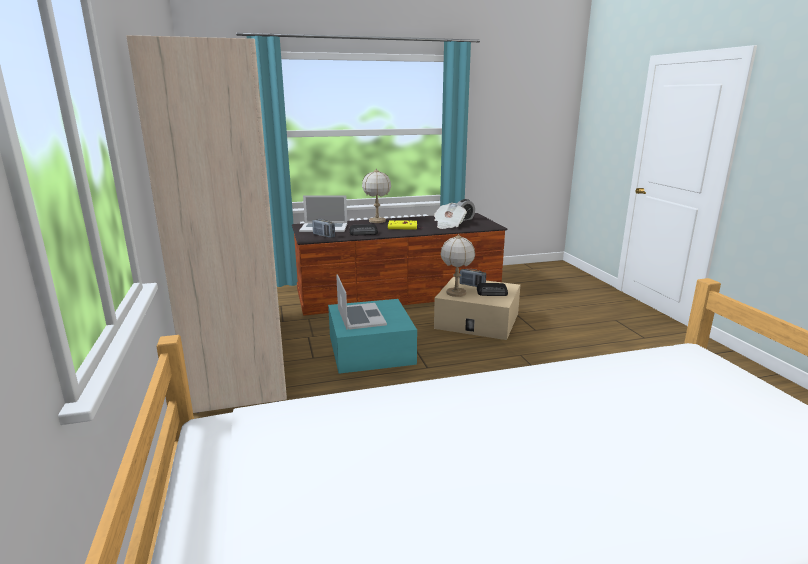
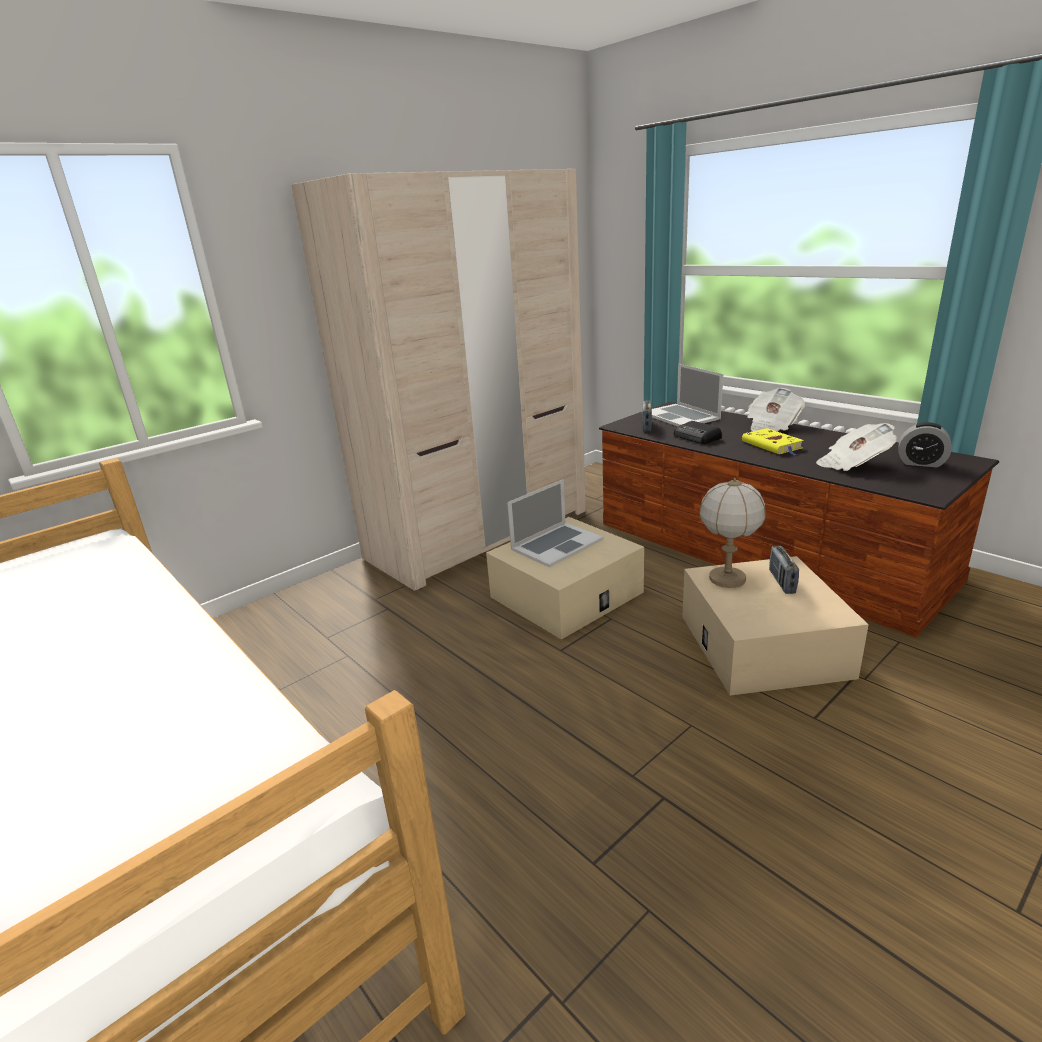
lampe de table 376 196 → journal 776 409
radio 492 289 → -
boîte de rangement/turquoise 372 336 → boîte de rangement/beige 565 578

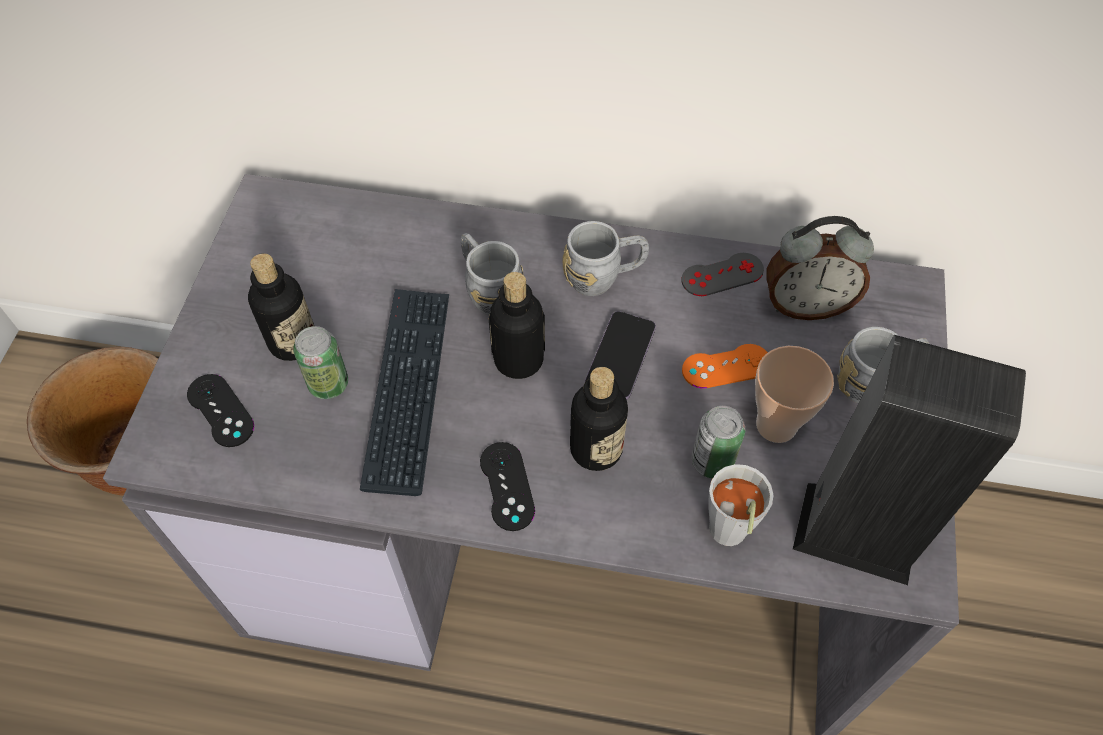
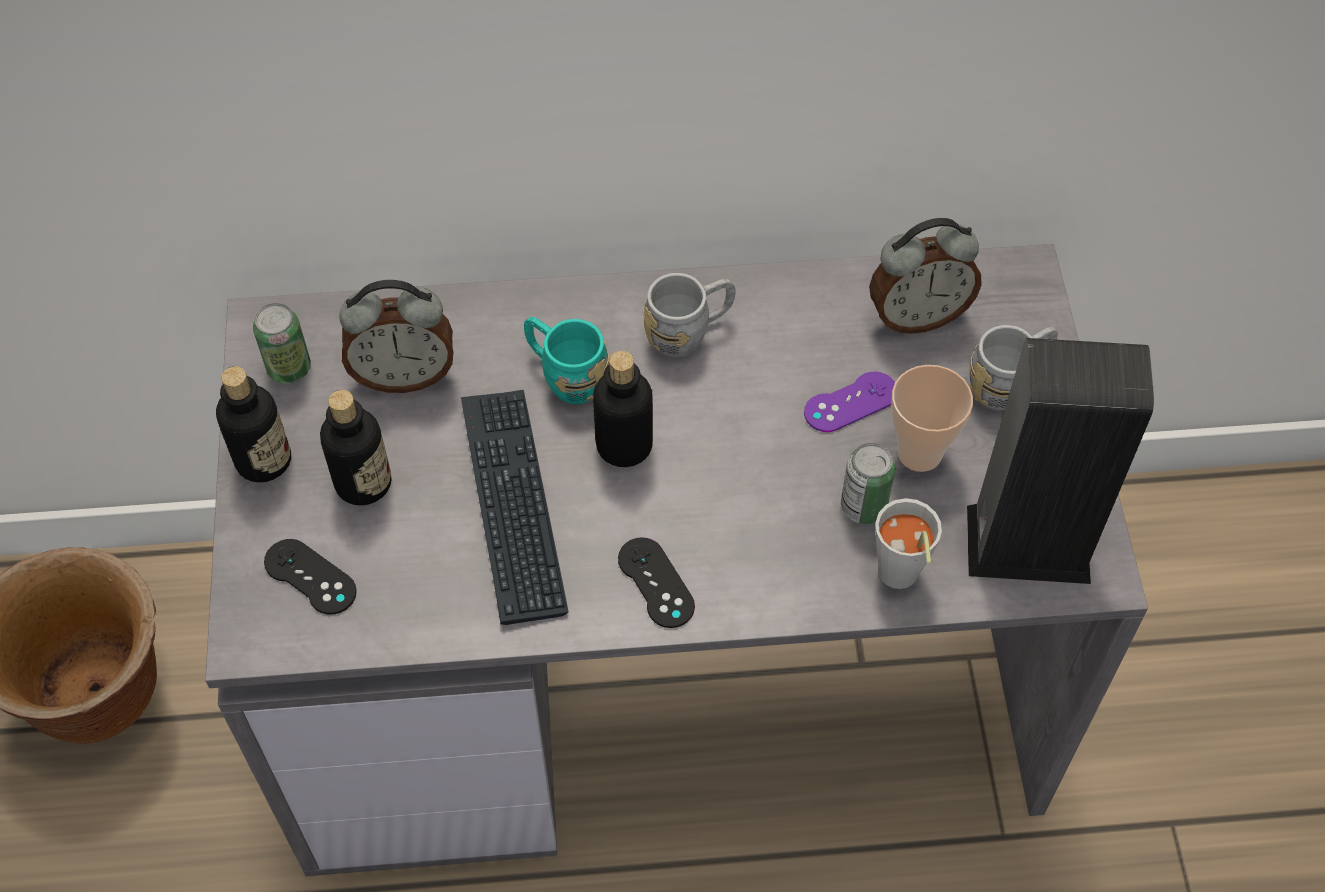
mug/gris 492 274 → mug/turquoise 566 360
manette/gris 722 274 → -
téléphone 620 355 → -
boîte métallique 320 362 → boîte métallique 282 343, move
manette/orange 725 366 → manette/violet 849 402
bouteille 599 419 → bouteille 253 424, move
- → réveil 396 336

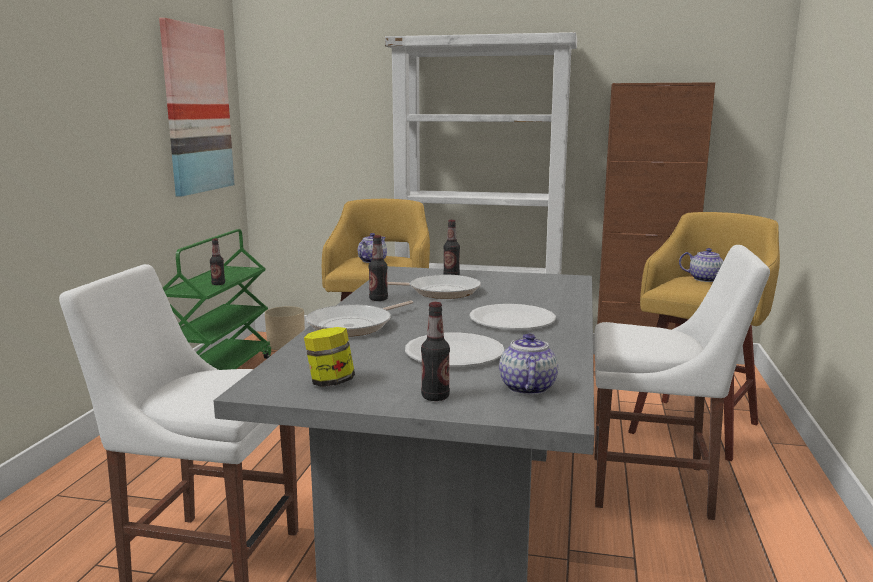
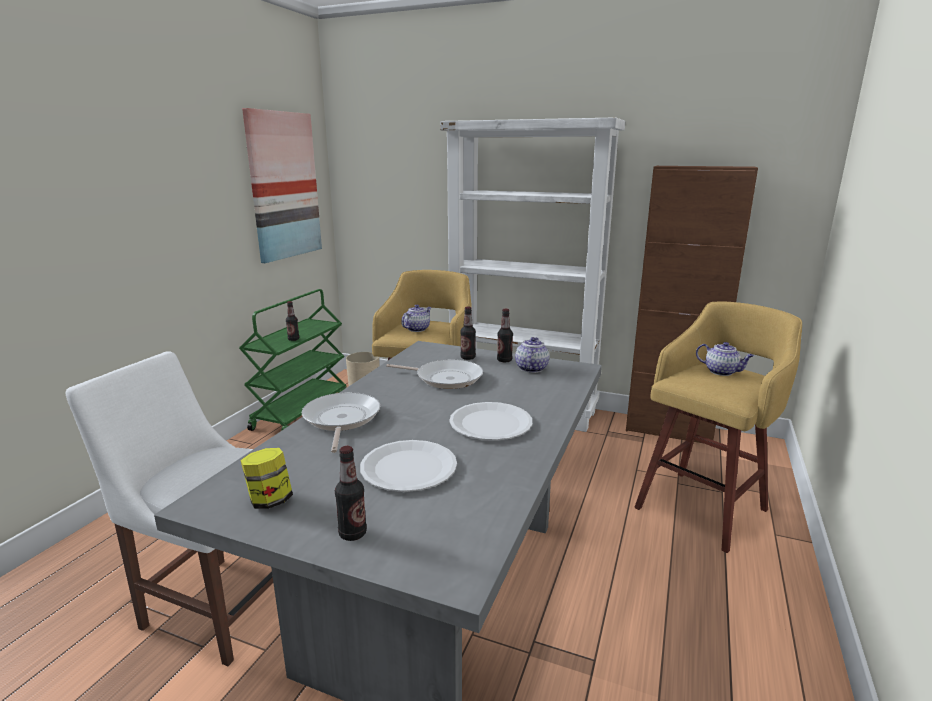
bouteille 378 268 → bouteille 505 336, move
chaise/blanc 682 382 → -
poêle 359 318 → poêle 341 422, 120 degrees clockwise
théière 528 364 → théière 532 355, move

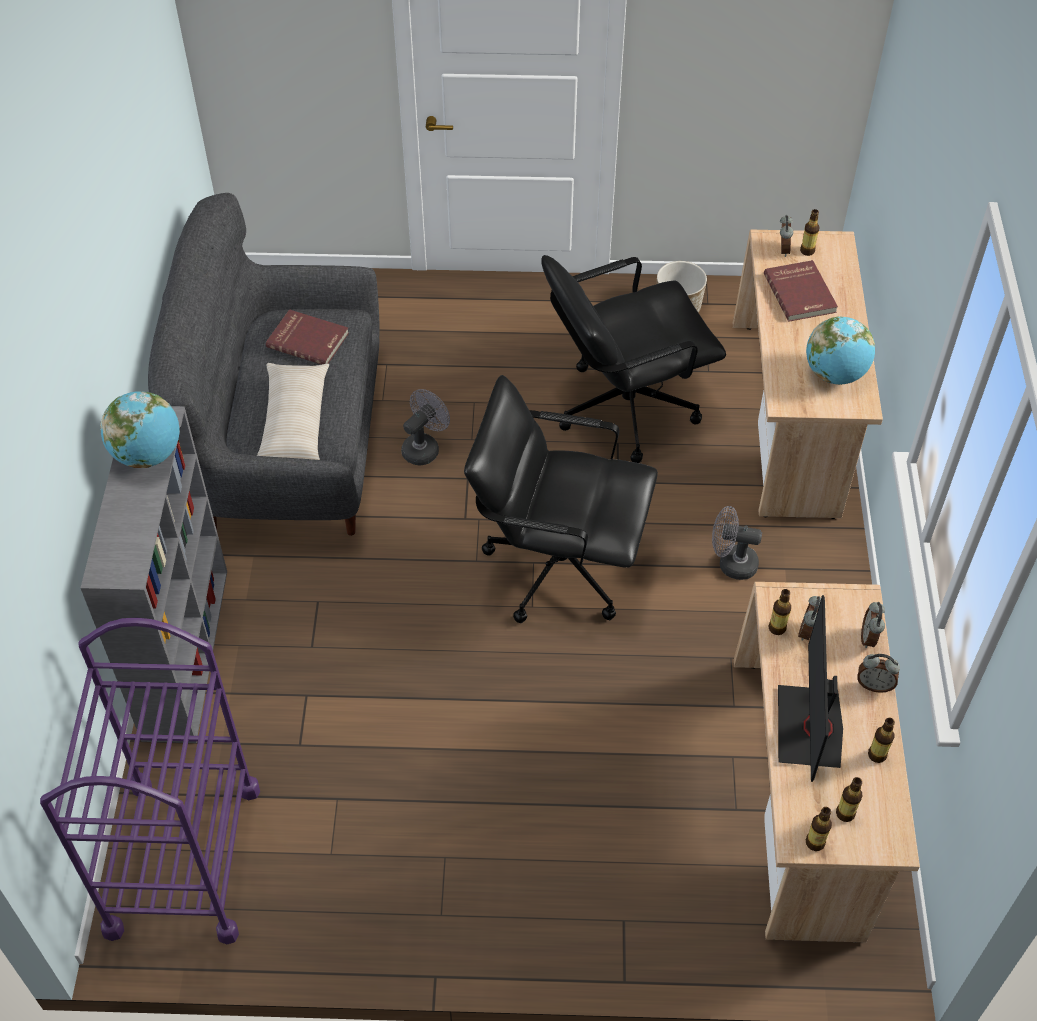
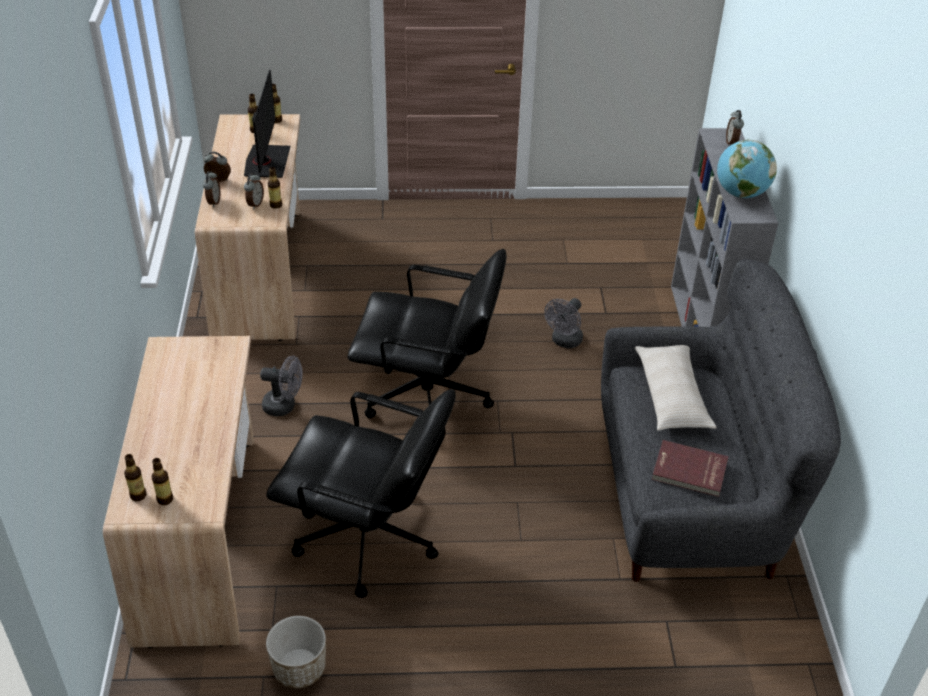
réveil 786 236 → réveil 735 127, move
chaise de bureau/noir 633 359 → chaise de bureau/noir 361 493, 45 degrees clockwise
livre/rouge 801 291 → -
globe 840 350 → -
ventilateur/gris 425 427 → ventilateur/gris 563 323, move
chariot/violet 150 781 → -
bouteille 881 740 → bouteille 135 477, move

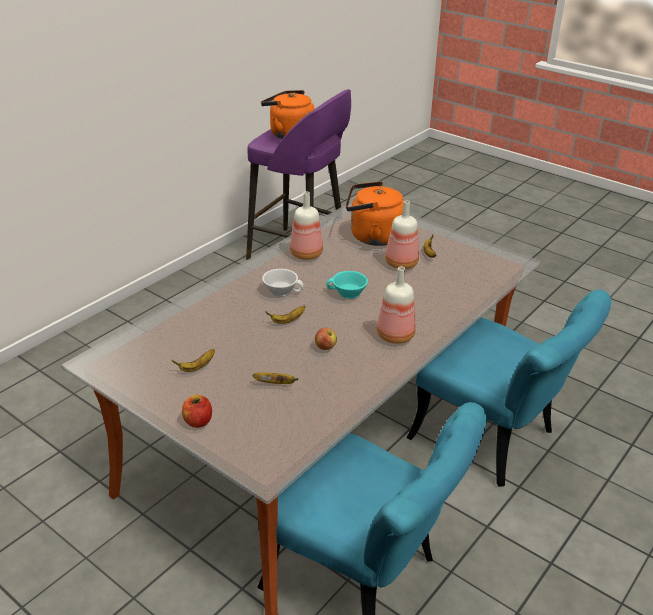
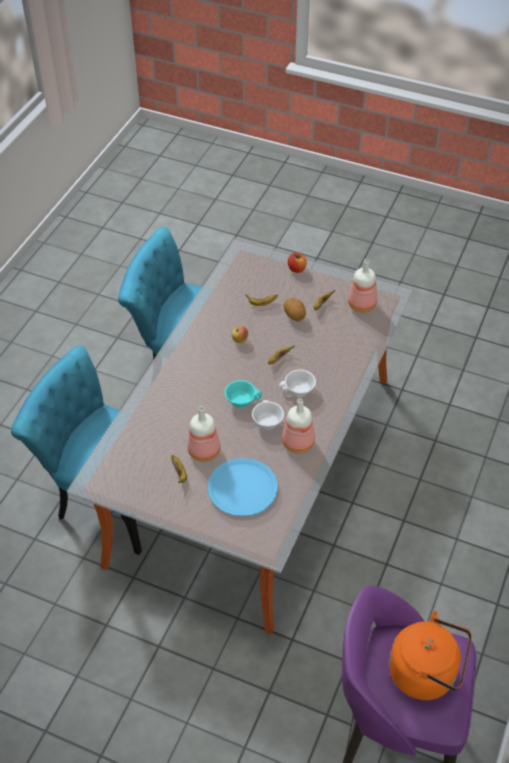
bouilloire/orange 375 213 → assiette/bleu 243 487
bouteille 396 305 → bouteille 362 285, move
- → pomme de terre 294 309
- → tasse/blanc 268 415

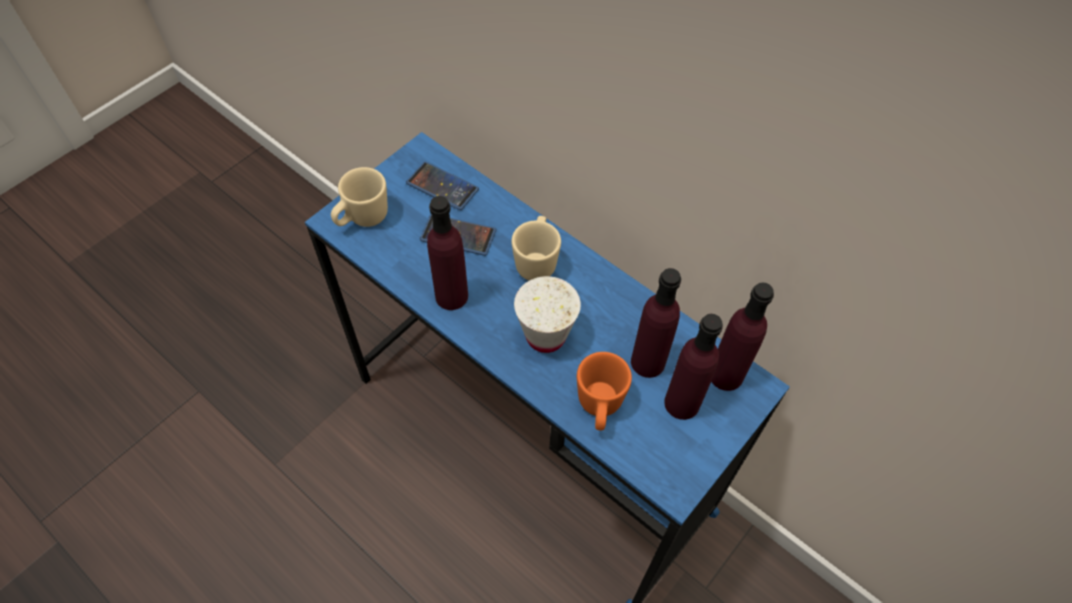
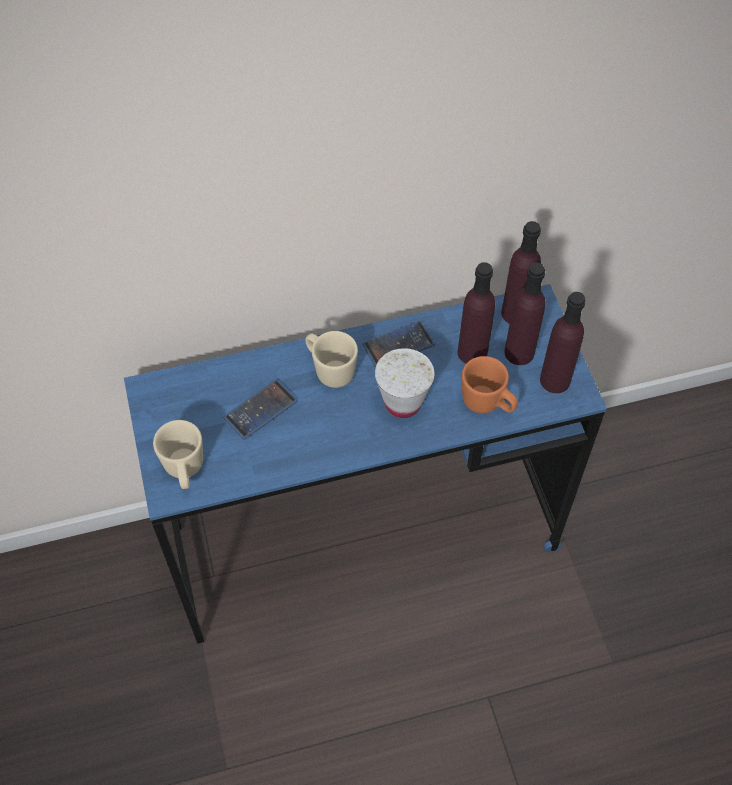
téléphone 442 185 → téléphone 398 343, move
bouteille/violet 447 253 → bouteille/violet 563 342, move

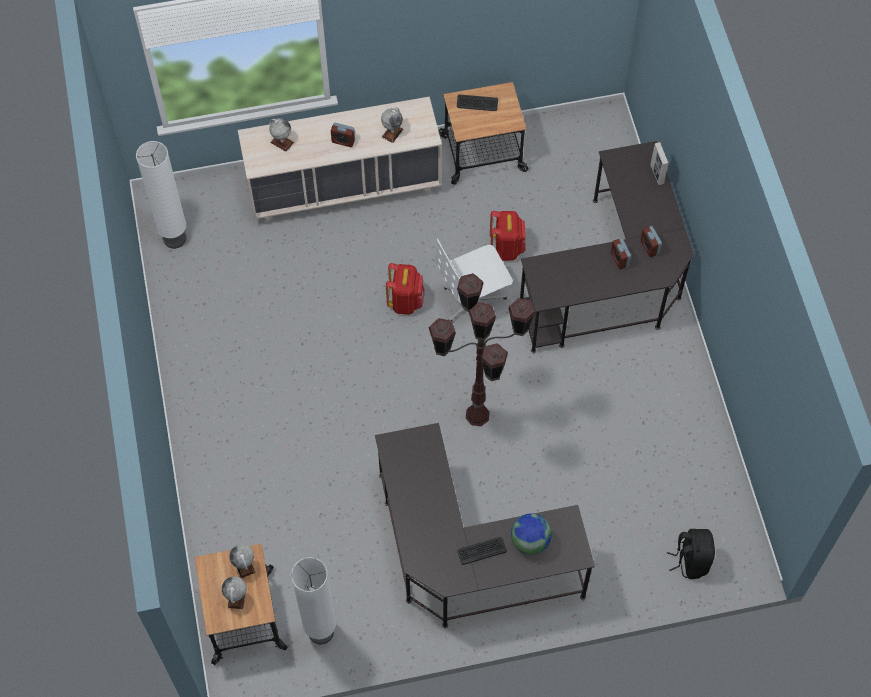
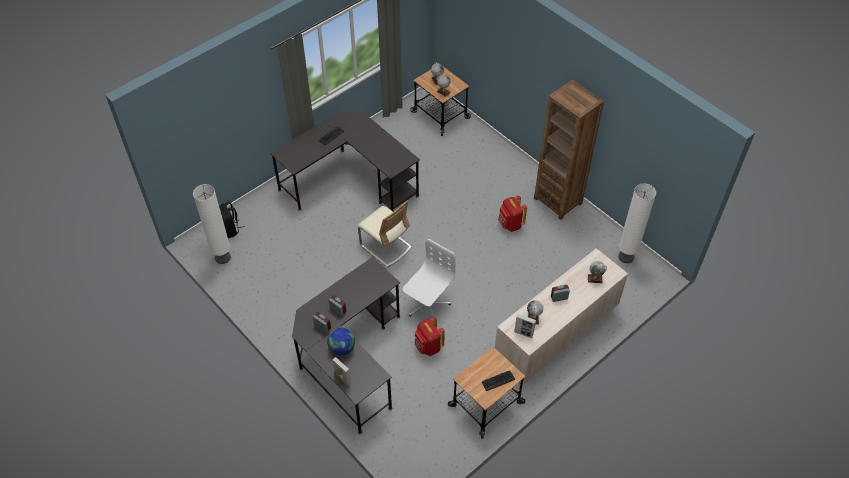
sac à dos/rouge 405 289 → sac à dos/rouge 512 213, move
lampadaire/marron 482 349 → chaise/beige 385 233
globe 531 534 → globe 341 341, move
lampadaire/blanc 313 601 → lampadaire/blanc 212 224, move
- → bibliothèque/marron 569 150
- → cadre photo 525 326

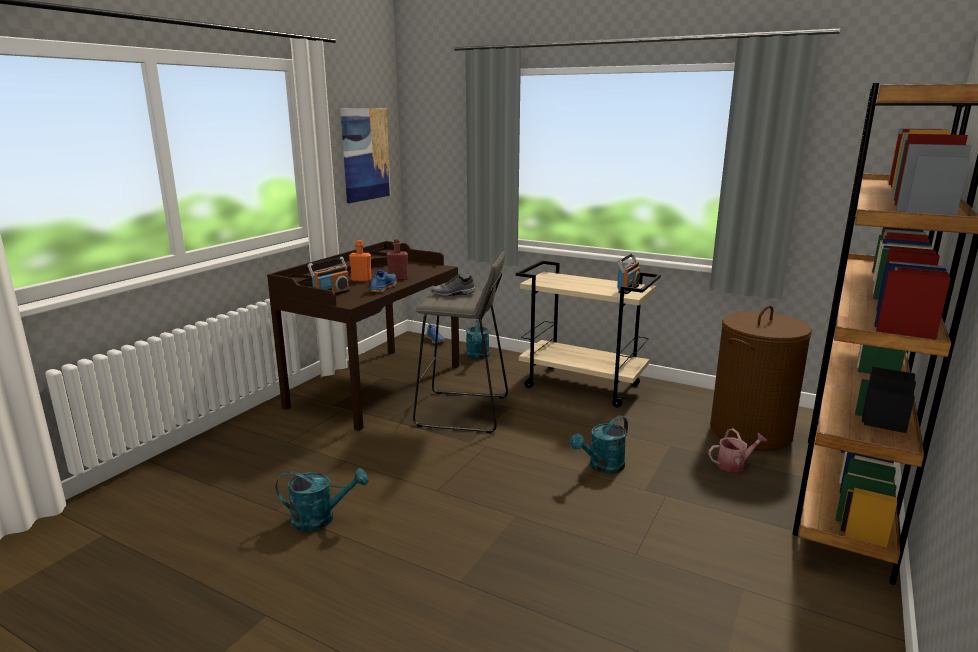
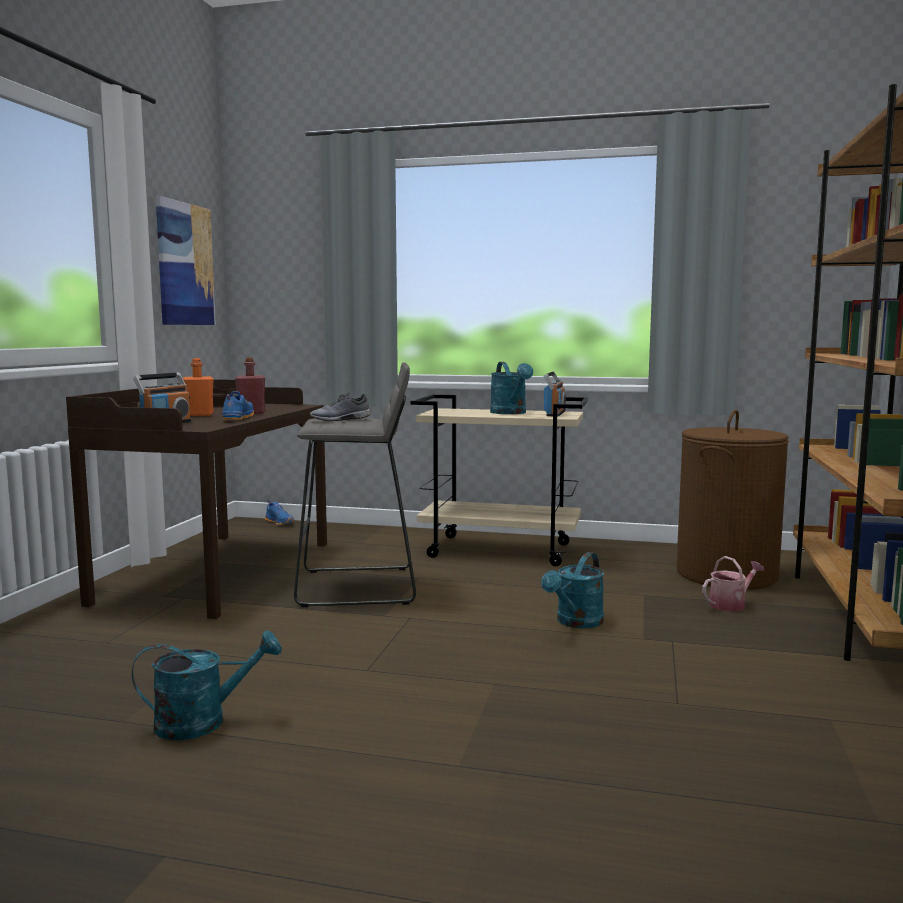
arrosoir/turquoise 478 339 → arrosoir/turquoise 511 388, move

